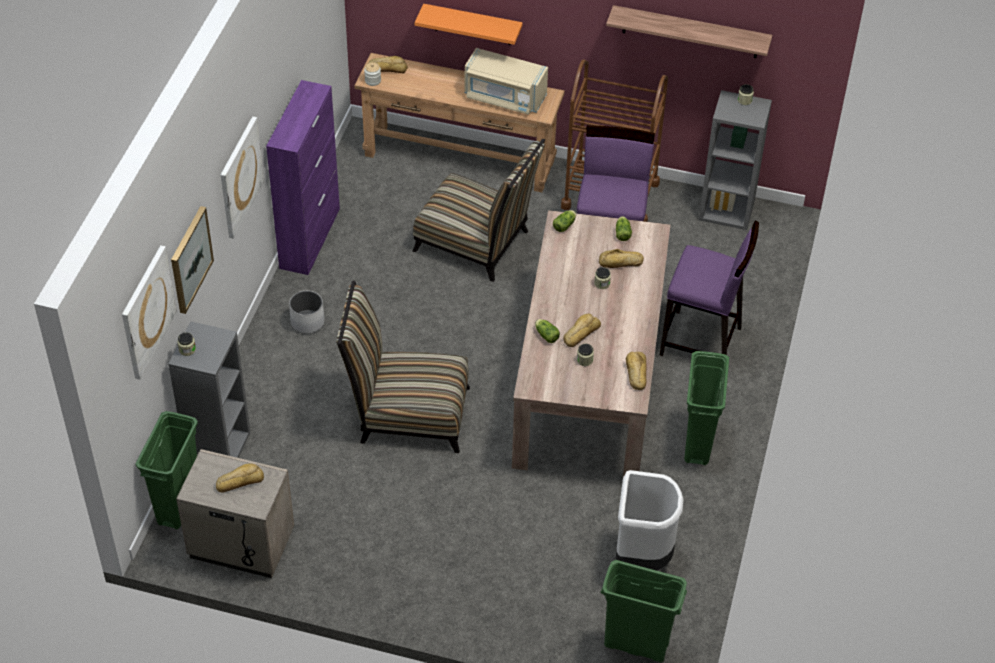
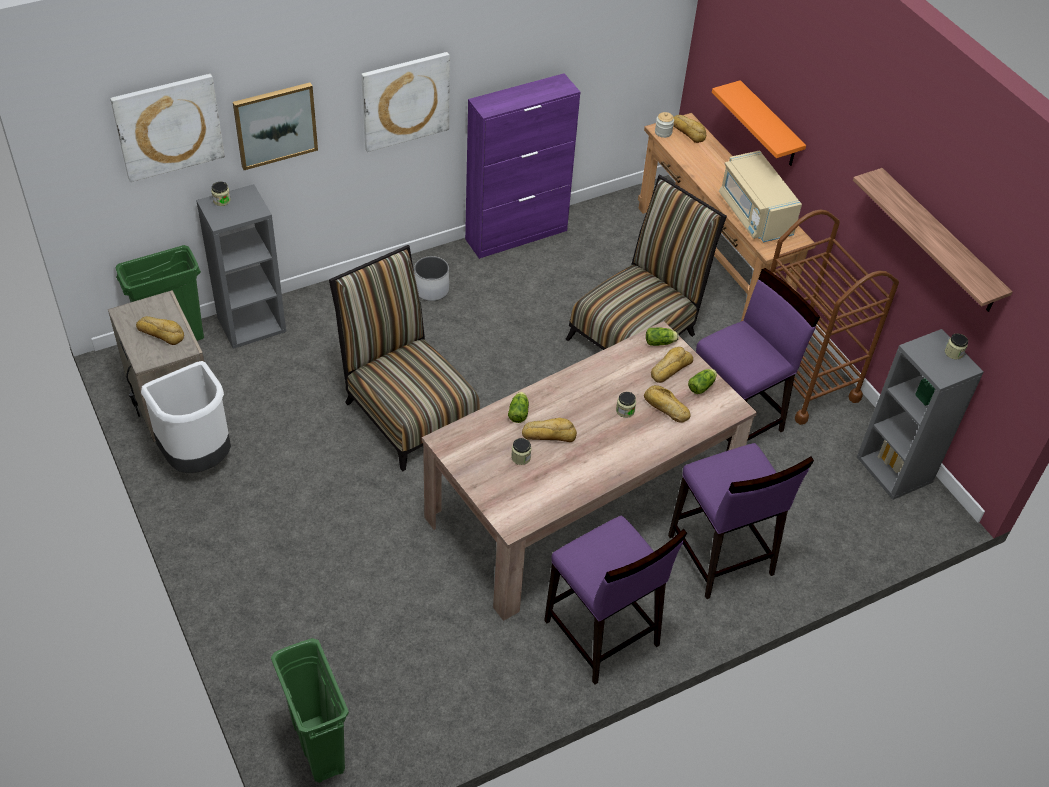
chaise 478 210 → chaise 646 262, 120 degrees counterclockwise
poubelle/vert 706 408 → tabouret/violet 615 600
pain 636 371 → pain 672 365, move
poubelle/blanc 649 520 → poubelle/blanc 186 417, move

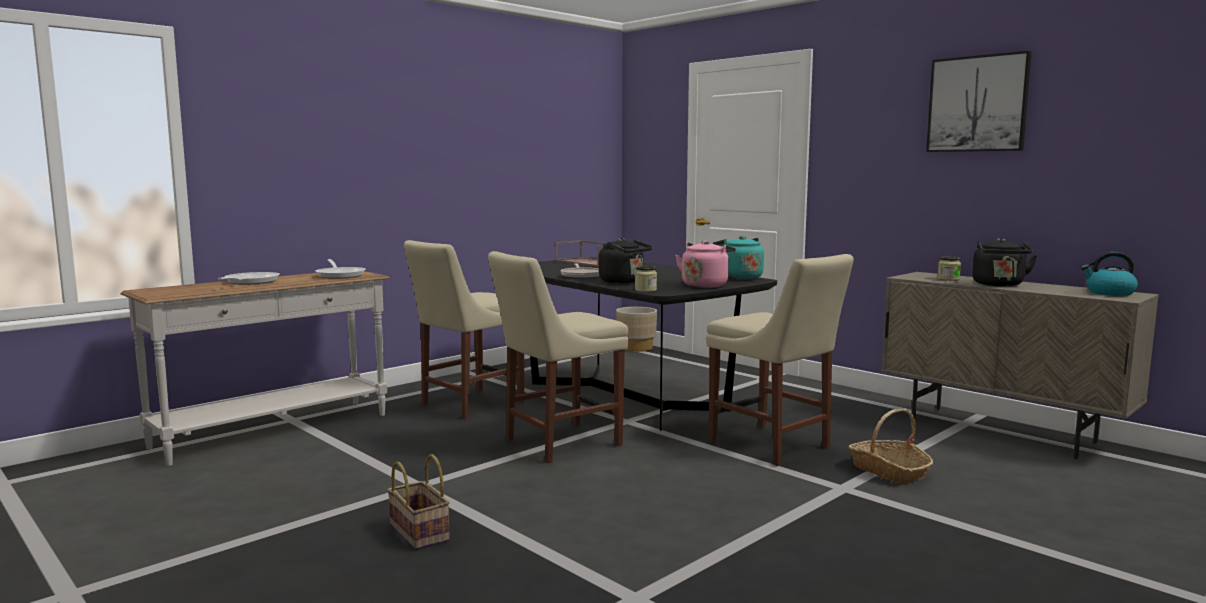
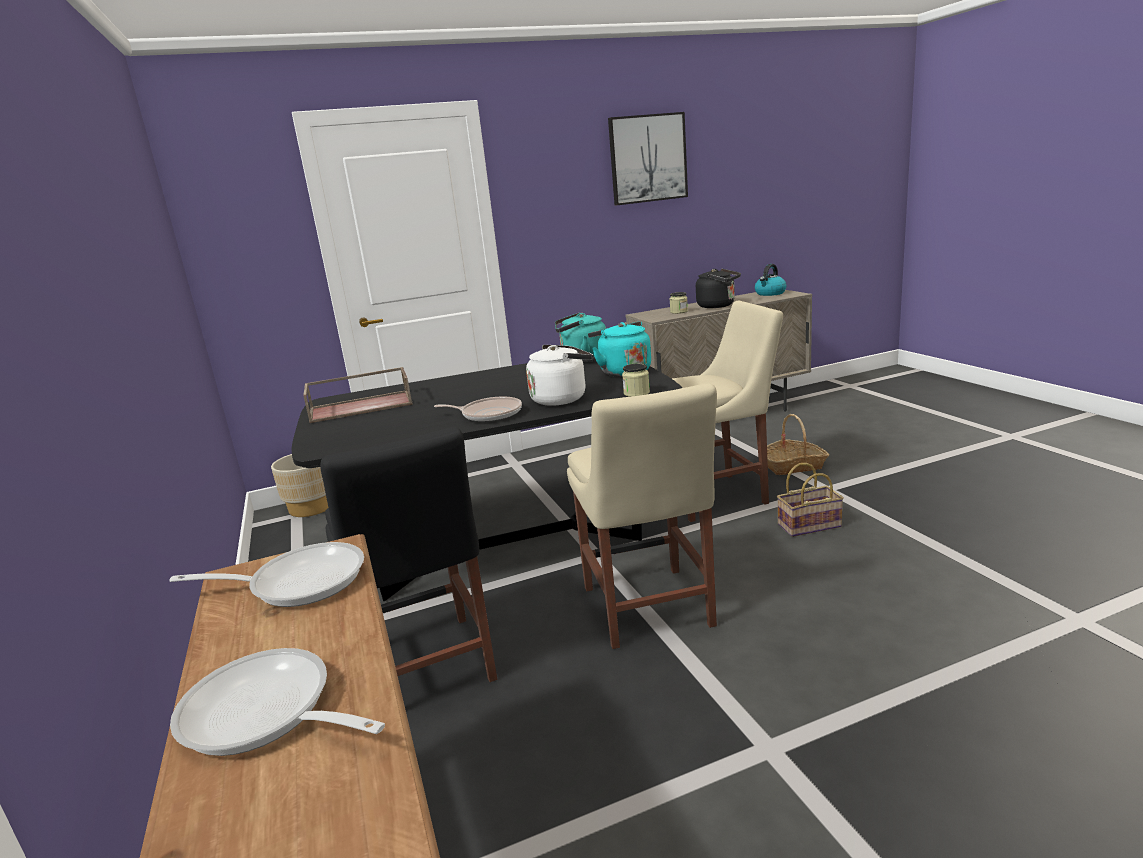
bouilloire/noir 625 260 → bouilloire/blanc 559 375
chaise/beige 464 329 → chaise/noir 408 554
bouilloire/rose 705 264 → bouilloire/turquoise 619 349
panier 418 502 → panier 810 500, move

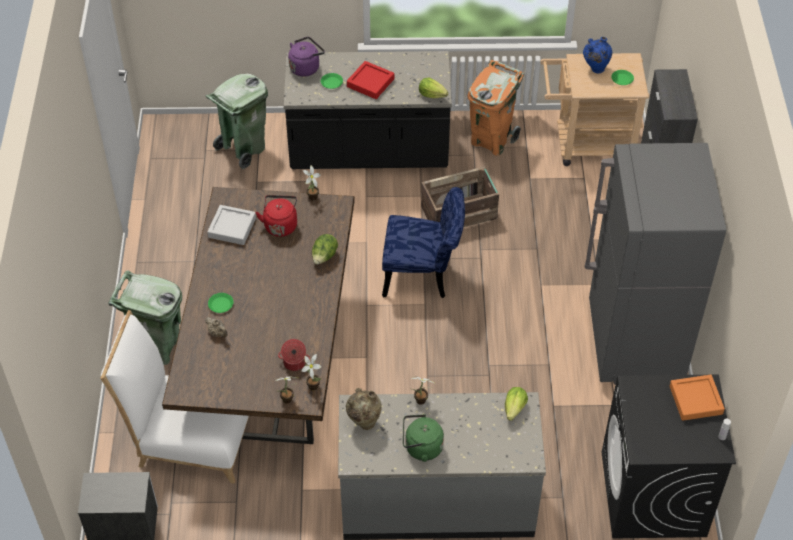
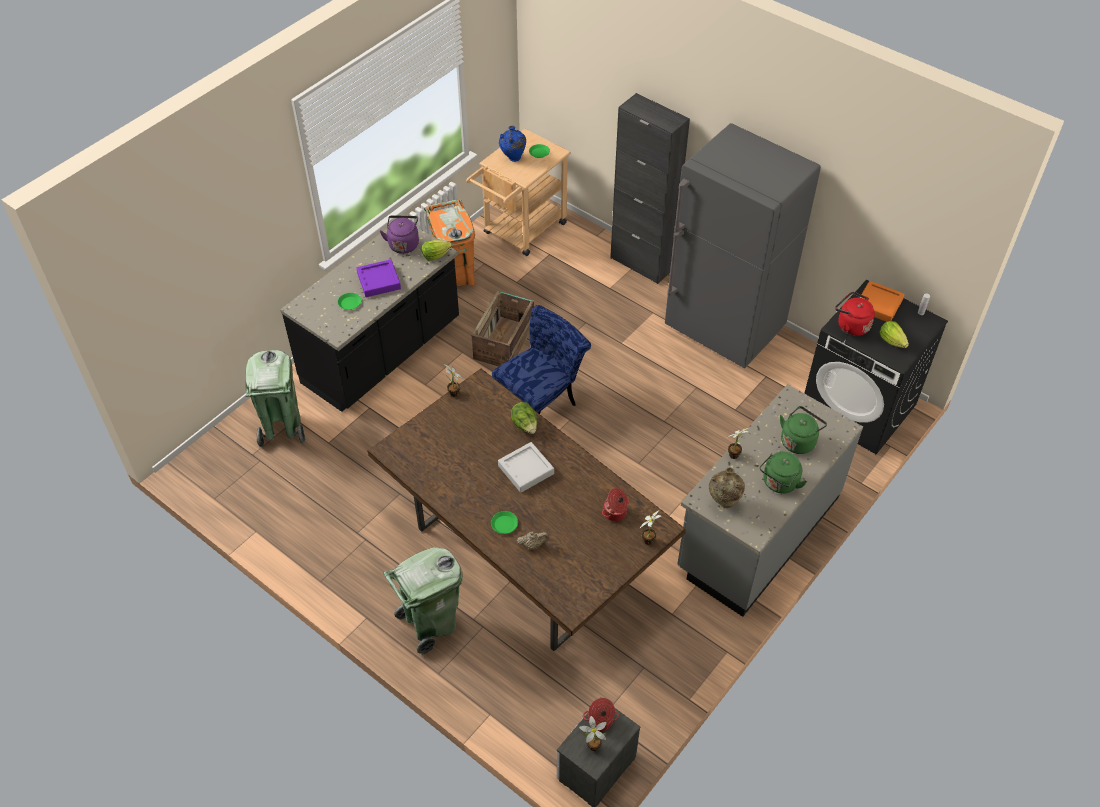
bouilloire/violet 306 57 → bouilloire/violet 399 234, move
plateau/rouge 370 80 → plateau/violet 379 278
bouilloire/rouge 276 216 → bouilloire/rouge 855 314, move
plateau/gris 231 225 → plateau/gris 526 467, move
chaise/blanc 174 397 → -
plante en pot 311 372 → plante en pot 593 733, move
laitue 516 404 → laitue 894 334, move
- → bouilloire/vert 803 430
- → marmite 601 714

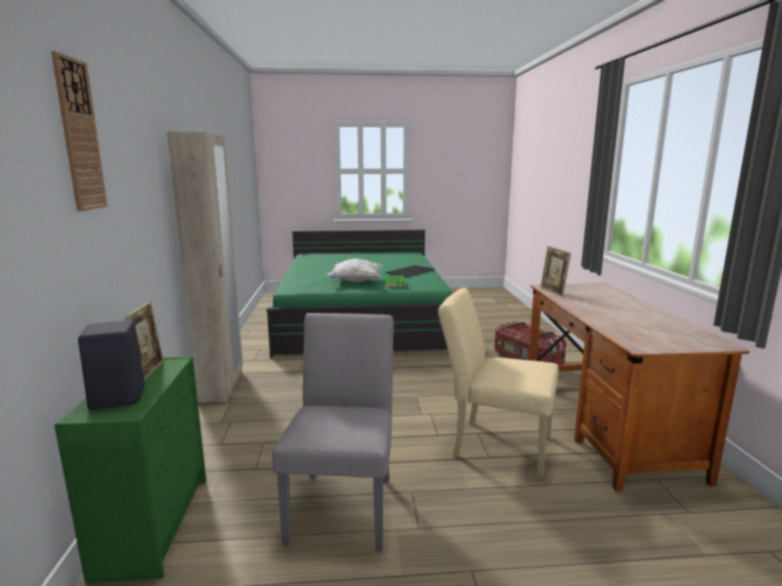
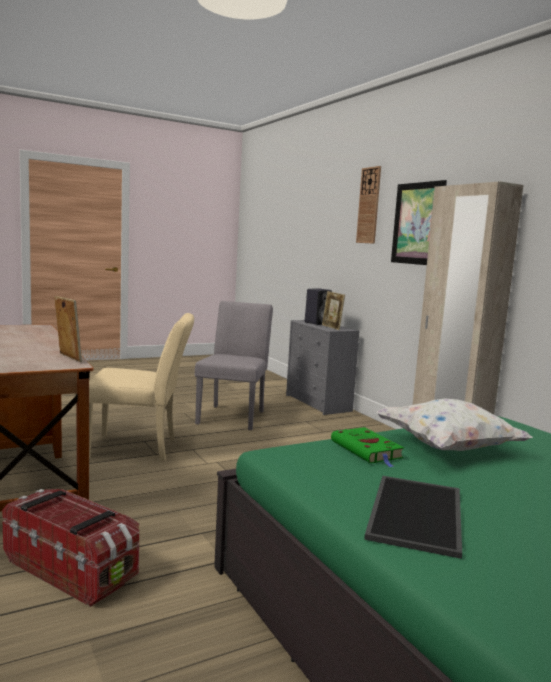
chaise/gris 333 432 → chaise/gris 234 365, 150 degrees counterclockwise
commode/vert 130 470 → commode/gris 322 367
- → tableau 419 222

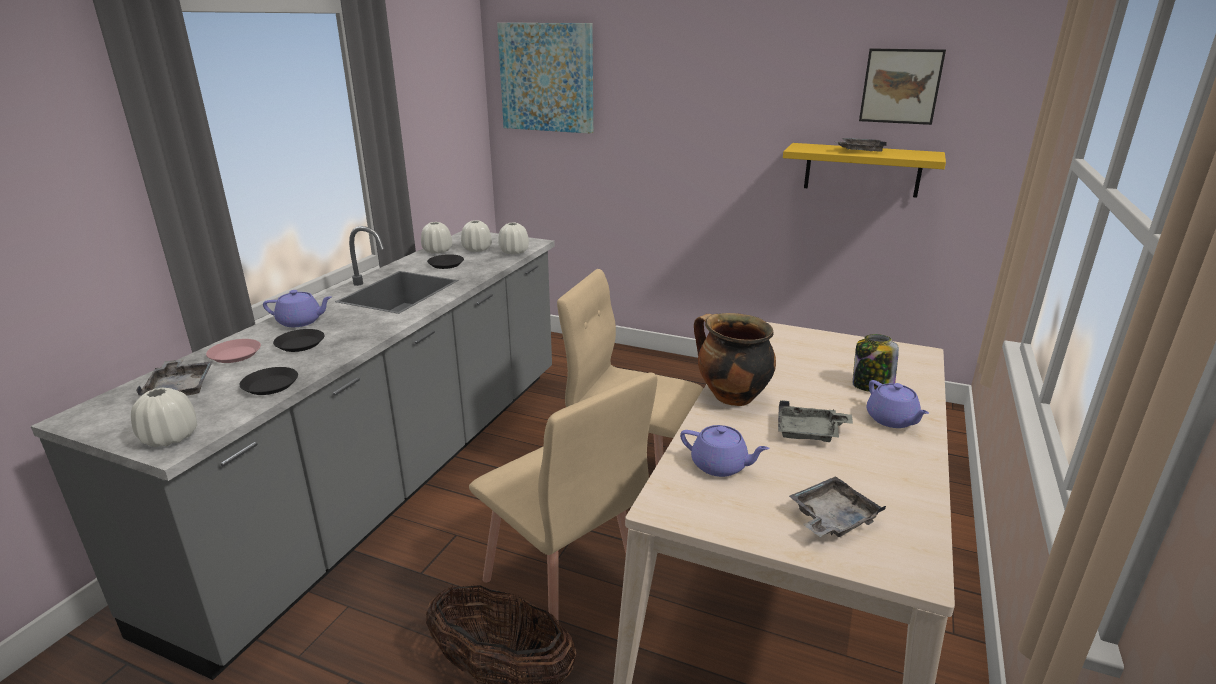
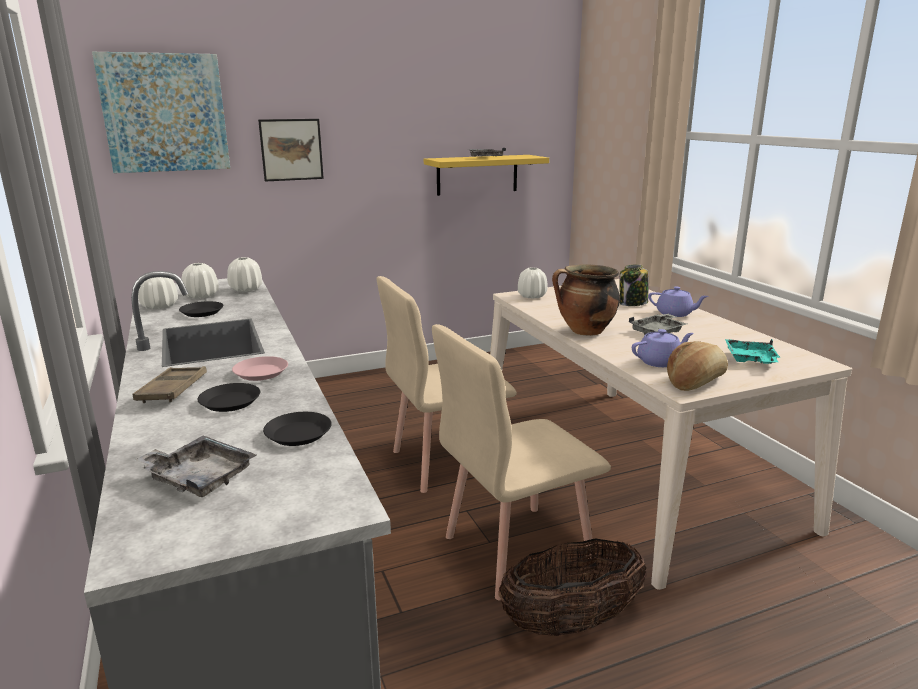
tableau 902 86 → tableau 291 150, move
théière/violet 297 308 → plateau/marron 169 384
assiette/rose 233 351 → assiette/rose 260 368, move
chaise/beige 563 507 → chaise/beige 521 462, 150 degrees clockwise
vase/blanc 164 417 → vase/blanc 533 283, move
plateau/gris 838 506 → plateau/turquoise 752 351
- → pain 697 366

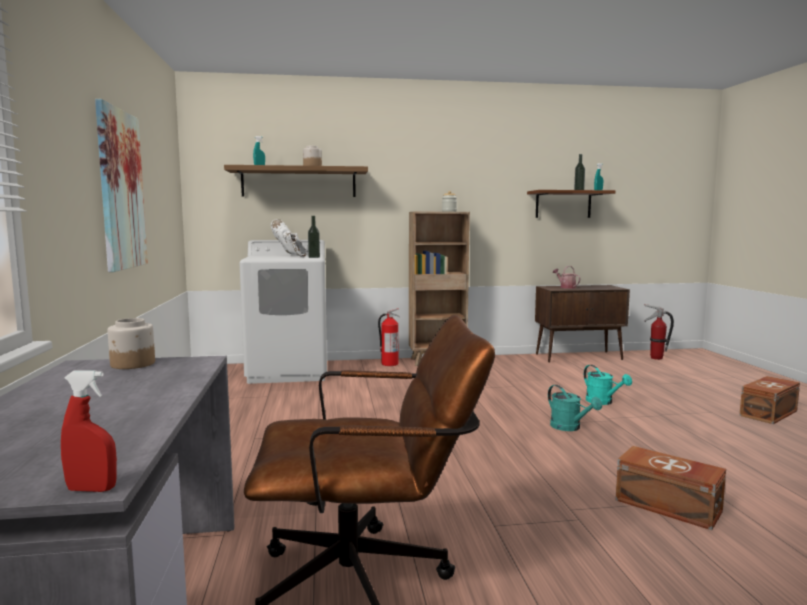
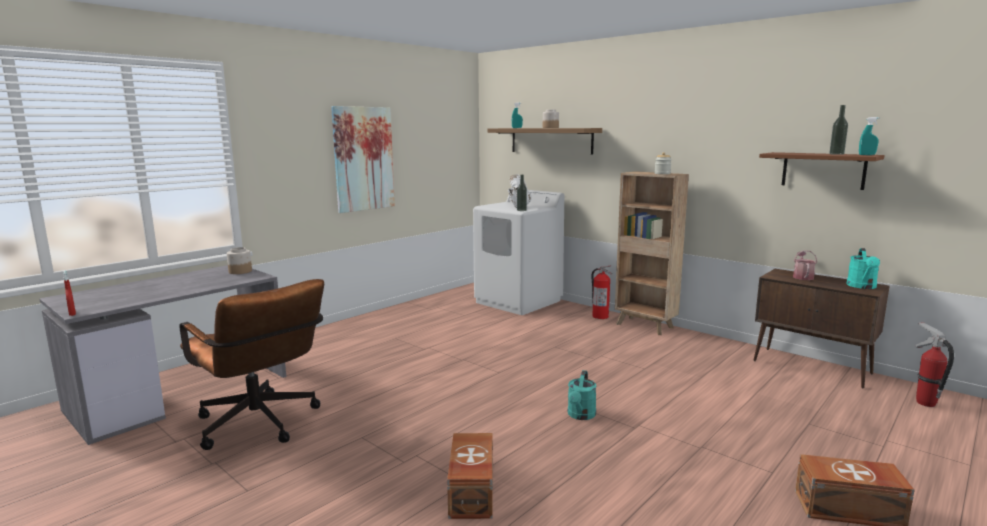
arrosoir/turquoise 608 385 → arrosoir/turquoise 863 268, move

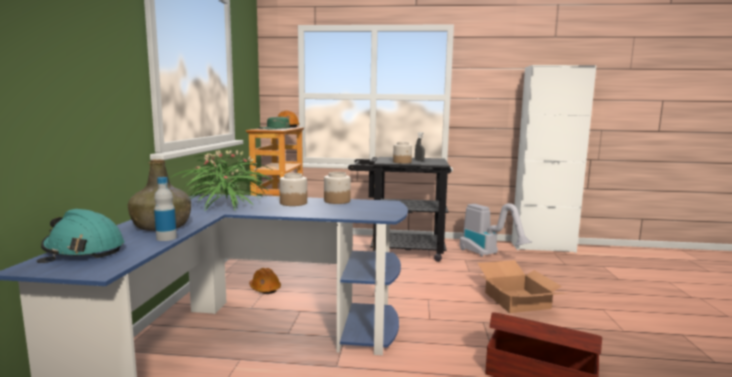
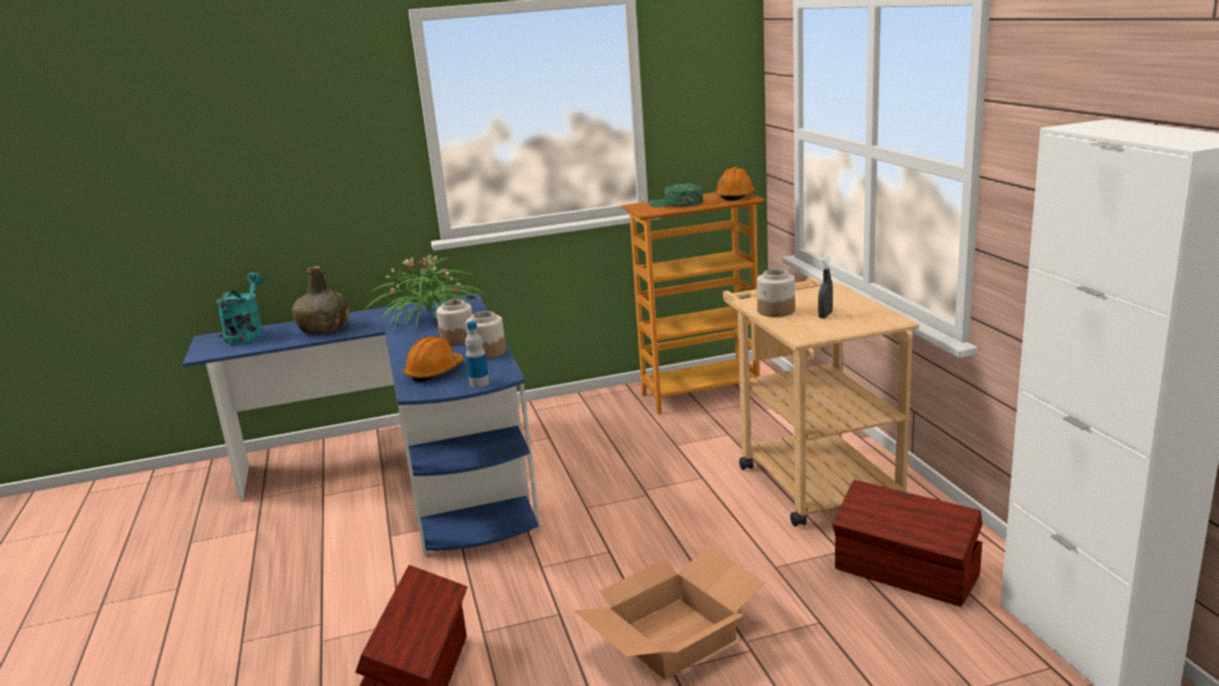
chariot/noir 399 209 → chariot/beige 821 402
bouteille 165 209 → bouteille 477 354, move
aspirateur 496 230 → boîte de rangement/marron 907 543
casque de chantier/turquoise 82 233 → arrosoir/turquoise 240 308
casque de chantier/orange 265 281 → casque de chantier/orange 433 359, move

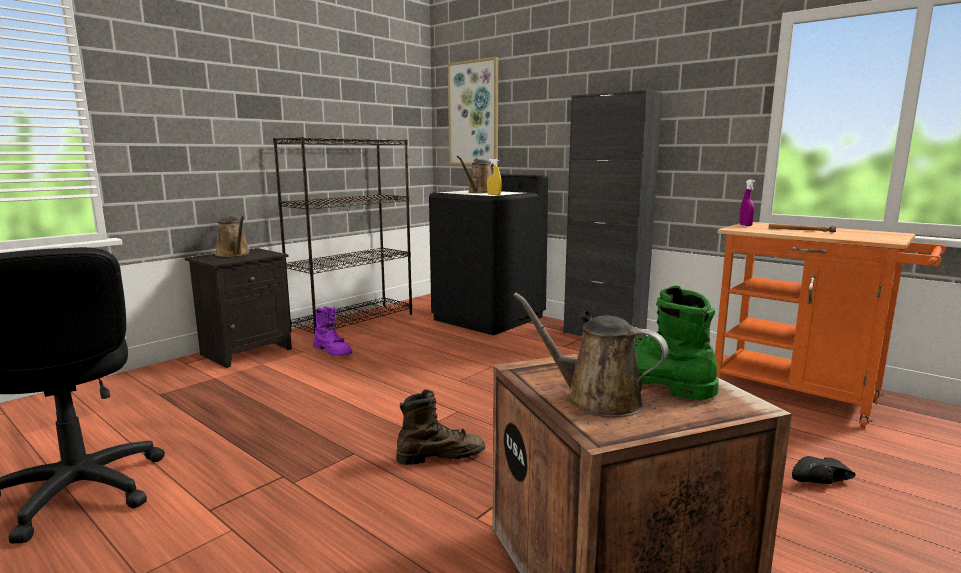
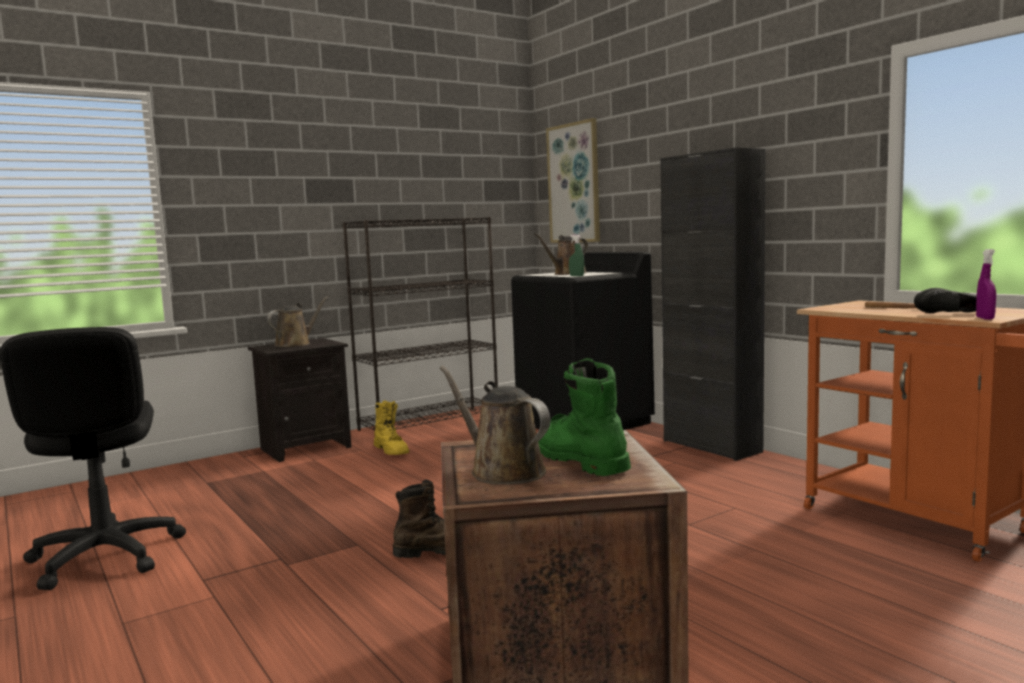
vaporisateur/jaune 494 177 → vaporisateur/vert 576 255
vaporisateur/violet 747 203 → vaporisateur/violet 986 284, move
arrosoir/marron 232 236 → arrosoir/marron 298 321, 120 degrees counterclockwise
botte/violet 332 331 → botte/jaune 391 428
chaussure/noir 823 470 → chaussure/noir 945 300, move

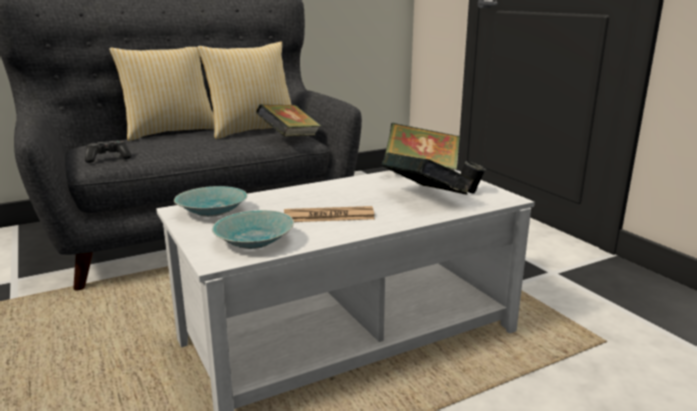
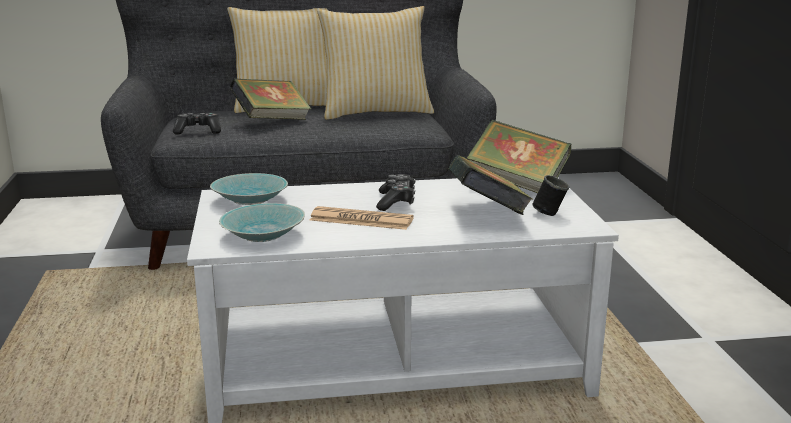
livre 288 120 → livre 270 99, move
- → manette 395 192

